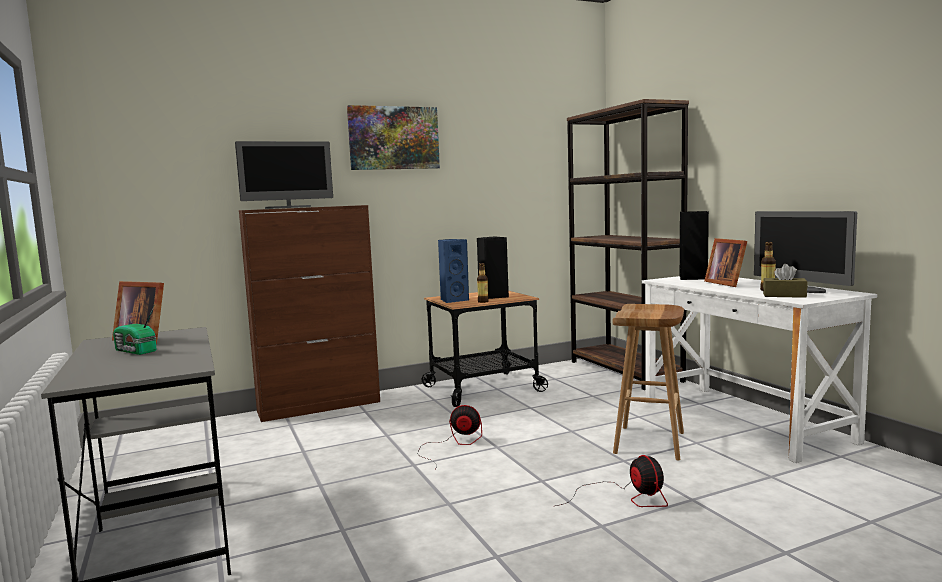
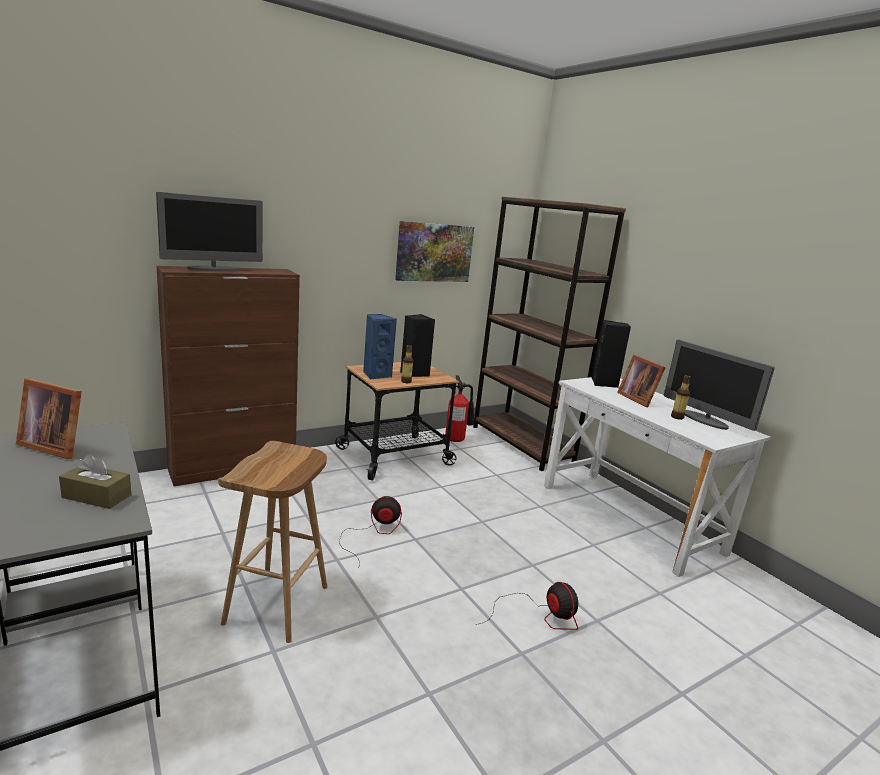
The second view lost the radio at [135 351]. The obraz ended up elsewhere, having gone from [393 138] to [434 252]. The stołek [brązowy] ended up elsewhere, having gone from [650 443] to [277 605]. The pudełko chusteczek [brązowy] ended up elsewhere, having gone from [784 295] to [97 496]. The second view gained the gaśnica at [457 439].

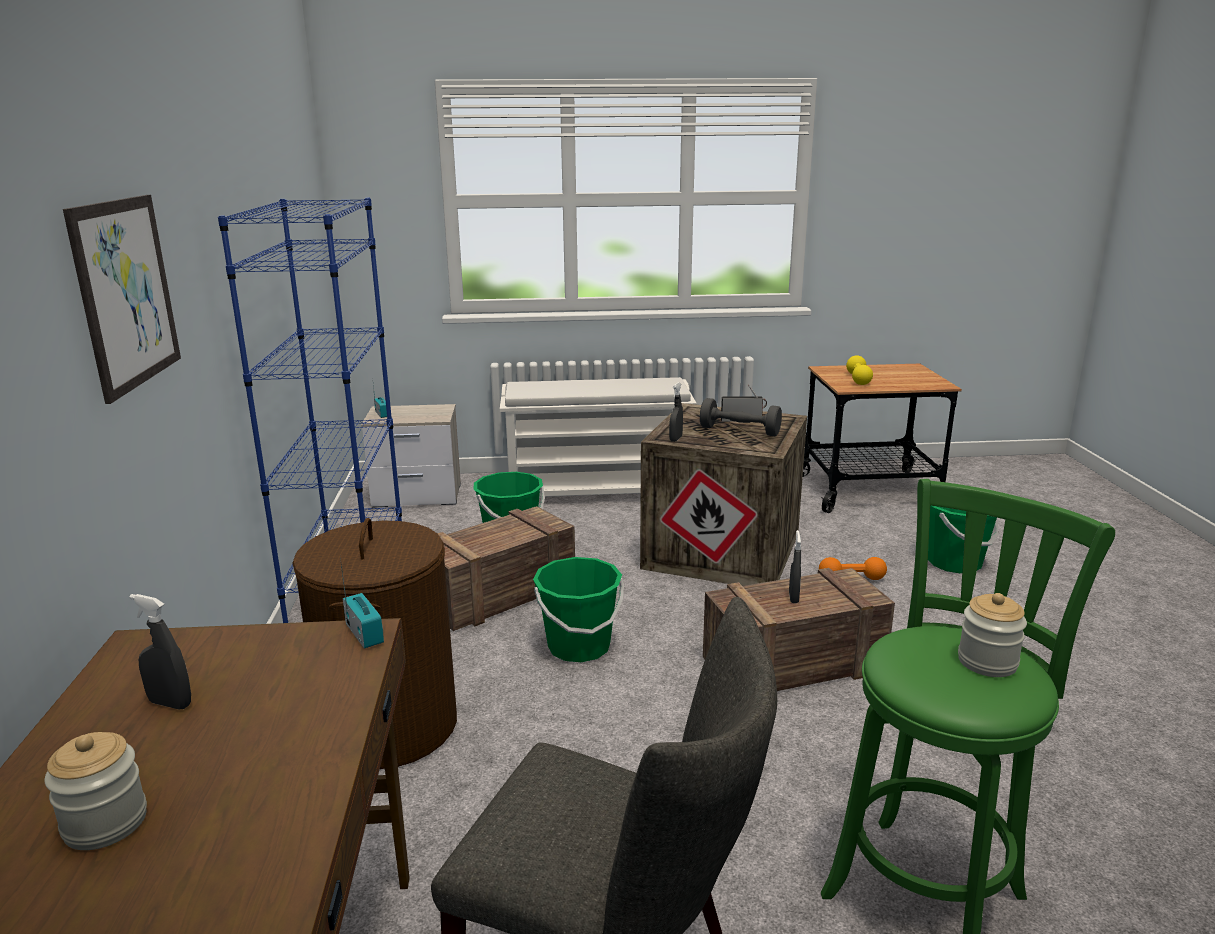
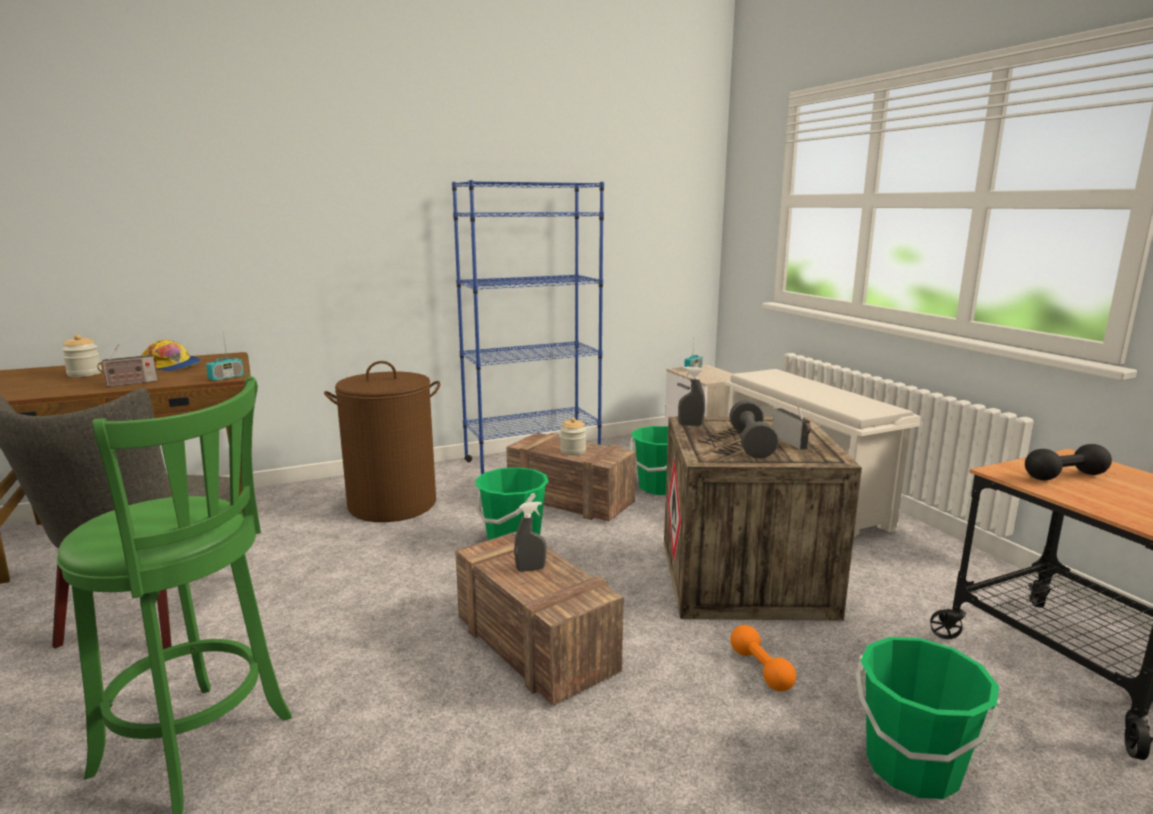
The second view lost the obraz at [126 293]. Where the spryskiwacz [szary] stood at [170 703], the czapka z daszkiem came to stand at [171 366]. What was the hantel [żółty] at [858 379] turned into the hantel [czarny] at [1065 476]. The słoik ended up elsewhere, having gone from [987 662] to [573 451]. The second view gained the radio at [129 383].

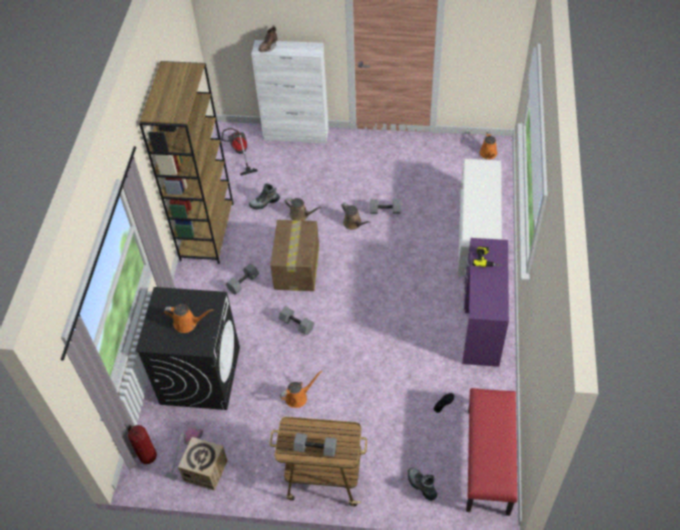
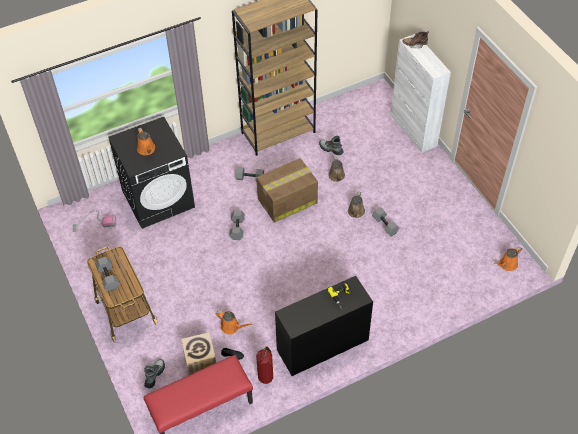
The gaśnica ended up elsewhere, having gone from [146 456] to [266 376]. The karton ended up elsewhere, having gone from [205 470] to [200 361]. The second view lost the odkurzacz at [239 153]. The konewka [pomarańczowy] ended up elsewhere, having gone from [298 397] to [231 327]. The second view lost the regał na buty [biały] at [477 235]. What was the biurko [fioletowy] at [481 325] turned into the biurko [czarny] at [322 345].

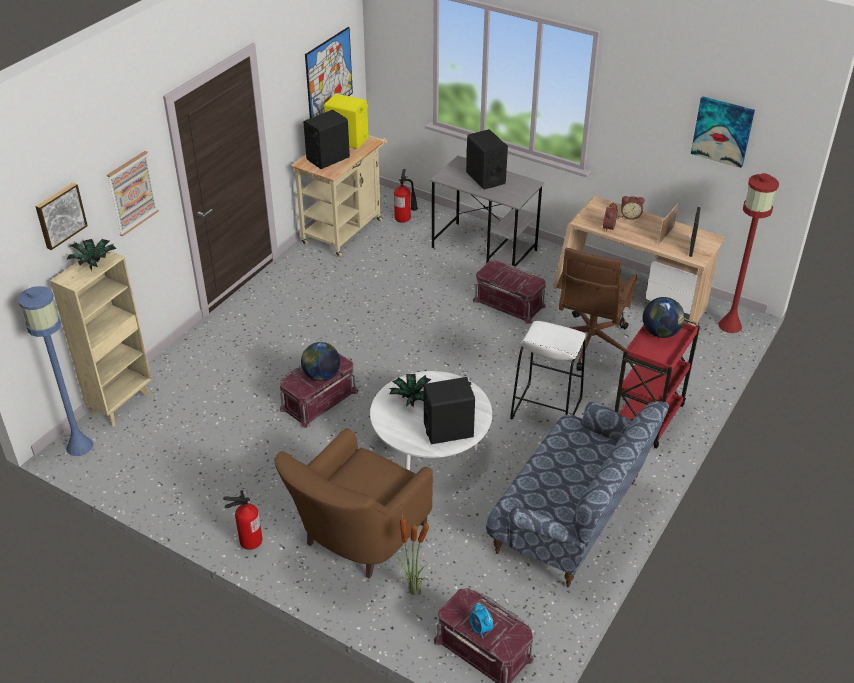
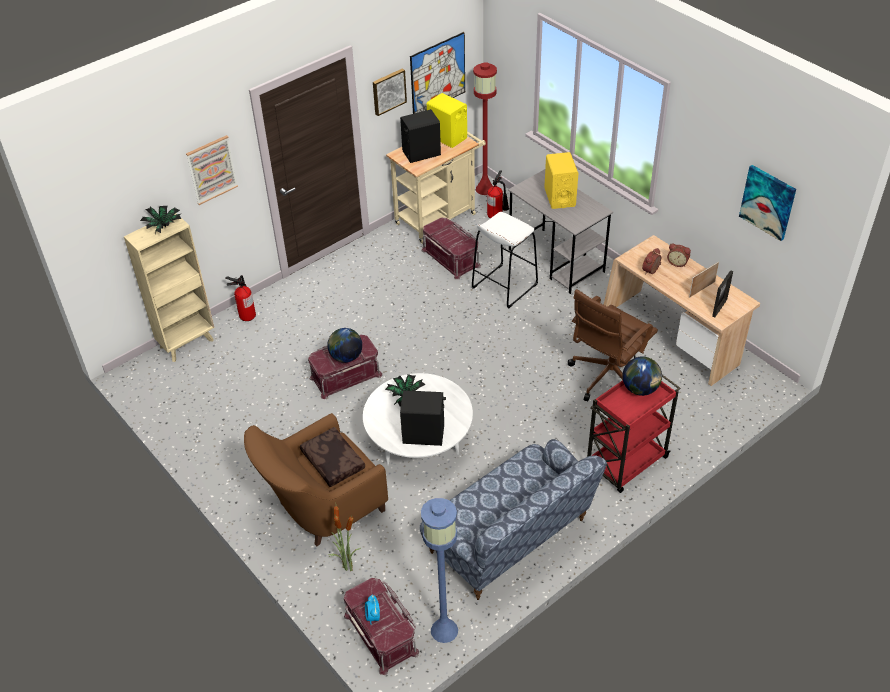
The lampa stojąca [niebieski] ended up elsewhere, having gone from [79 446] to [444 630]. The obraz ended up elsewhere, having gone from [60 215] to [388 91]. The gaśnica ended up elsewhere, having gone from [249 540] to [247 315]. What was the głośnik [czarny] at [485 178] turned into the głośnik [żółty] at [559 197]. The pojemnik do przechowywania [czerwony] ended up elsewhere, having gone from [509 303] to [451 257]. The stołek [biały] ended up elsewhere, having gone from [546 408] to [504 286]. The lampa stojąca [czerwony] ended up elsewhere, having gone from [730 325] to [485 189]. The second view gained the poduszka [brązowy] at [331 462].

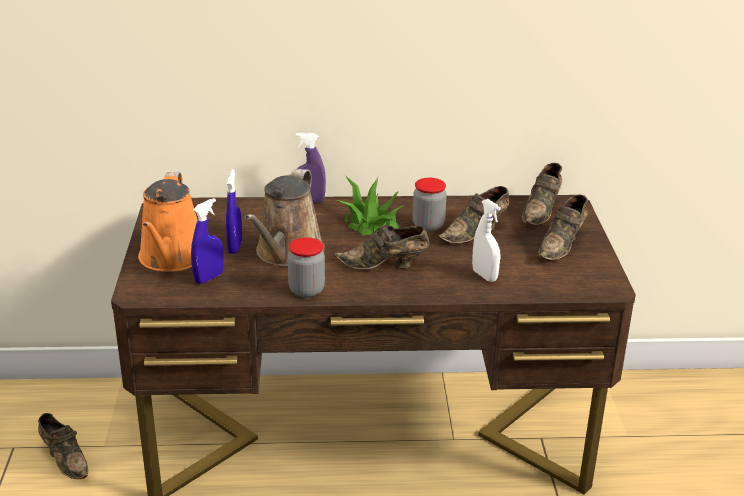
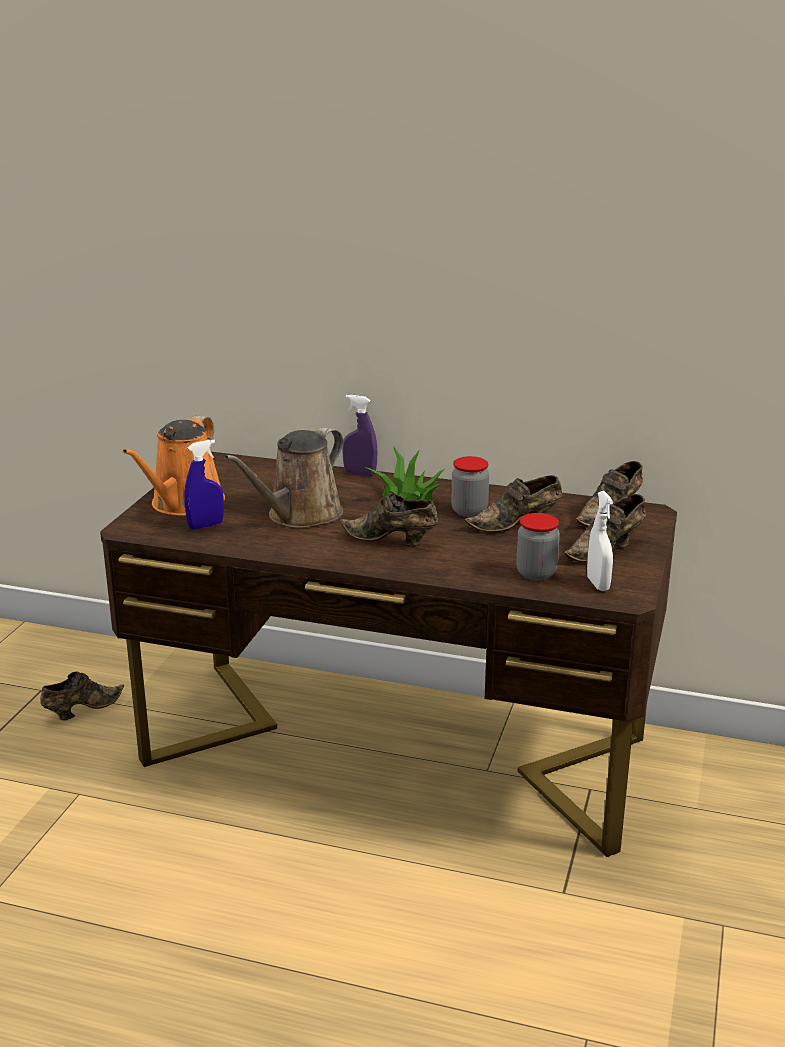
The but [brązowy] at [65 459] ended up facing another way, 105 degrees counterclockwise from before. The second view lost the spryskiwacz [niebieski] at [235 247]. The słoik ended up elsewhere, having gone from [306 290] to [536 573]. The spryskiwacz [biały] ended up elsewhere, having gone from [484 276] to [598 584].

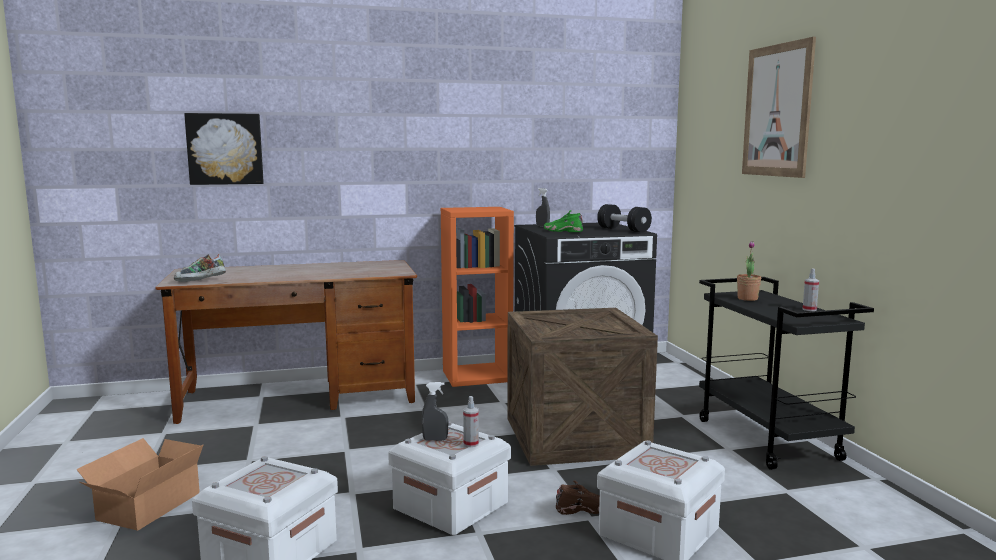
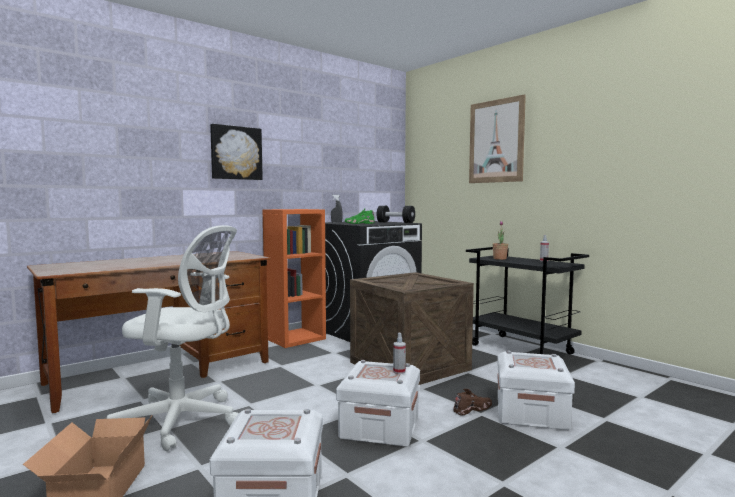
The second view lost the but at [200 281]. The obraz ended up elsewhere, having gone from [225 149] to [236 153]. The second view lost the spryskiwacz [szary] at [435 439]. The second view gained the krzesło biurowe [biały] at [184 421].

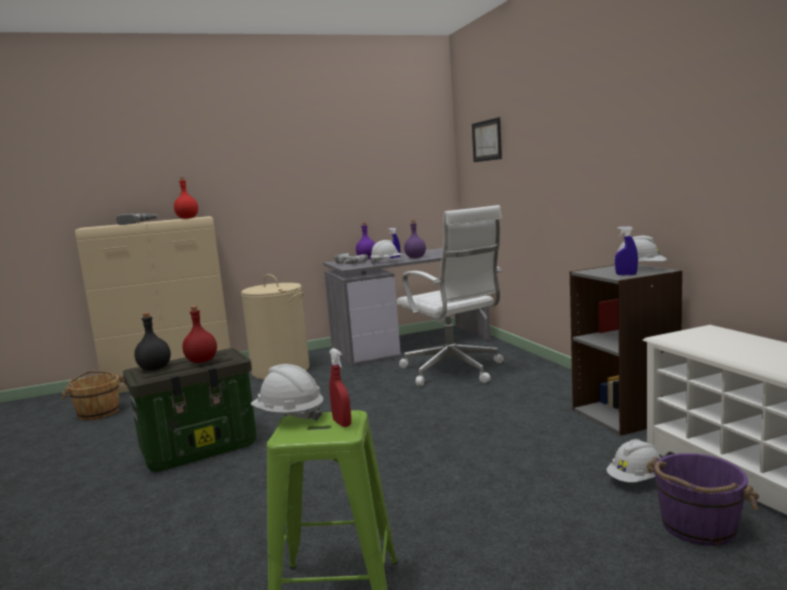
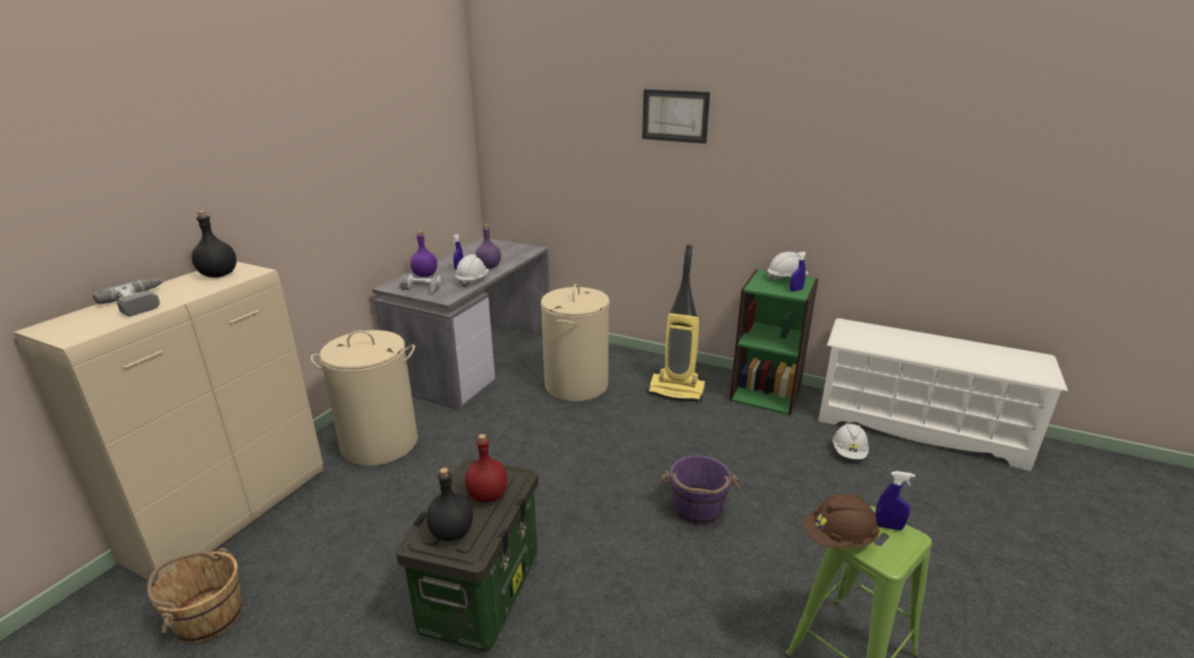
What was the butelka [czerwony] at [188 218] turned into the butelka [czarny] at [219 275]. What was the kask [biały] at [289 416] turned into the kask [brązowy] at [839 539]. What was the spryskiwacz [czerwony] at [342 423] turned into the spryskiwacz [niebieski] at [888 526]. Where the krzesło biurowe [biały] stood at [453 371], the kosz na pranie [beżowy] came to stand at [576 385]. The obraz ended up elsewhere, having gone from [487 140] to [675 116]. What was the regał [szary] at [625 414] turned into the regał [zielony] at [766 393]. The wiadro [fioletowy] ended up elsewhere, having gone from [697 527] to [697 509]. The second view gained the odkurzacz at [677 390].

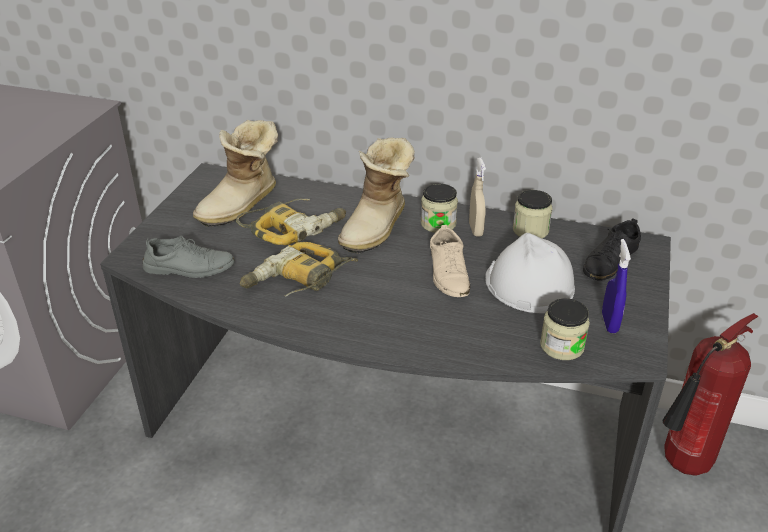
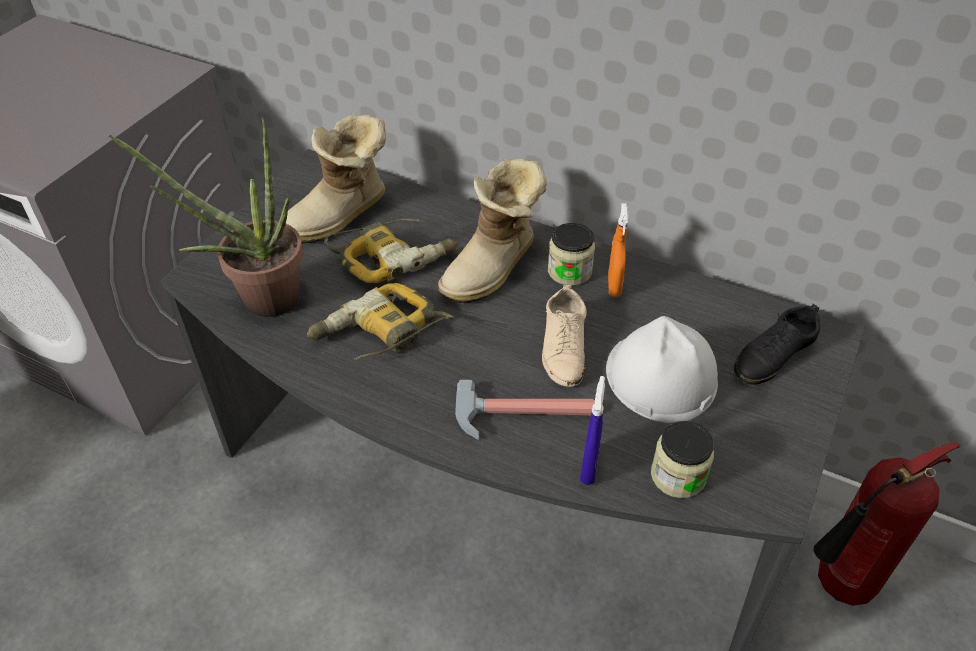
Where the but [szary] stood at [189 267], the roślina doniczkowa came to stand at [258 299]. What was the spryskiwacz [beżowy] at [475 230] turned into the spryskiwacz [pomarańczowy] at [614 286]. The second view lost the słoik at [530 230]. The spryskiwacz [niebieski] ended up elsewhere, having gone from [609 323] to [589 467]. The second view gained the młotek at [525 415].

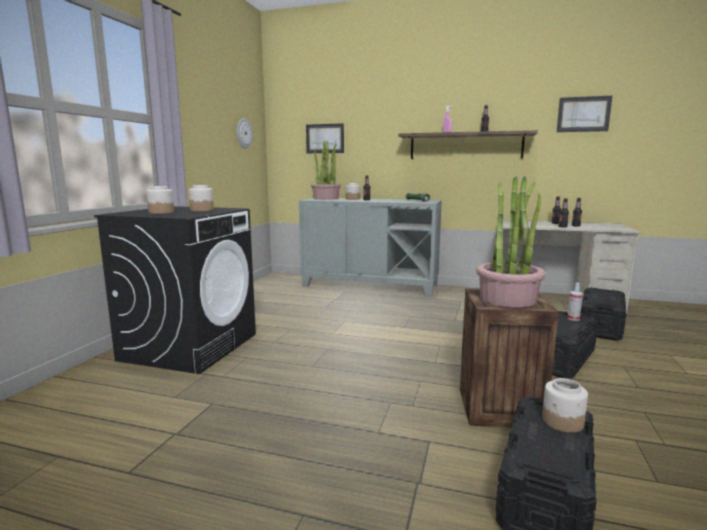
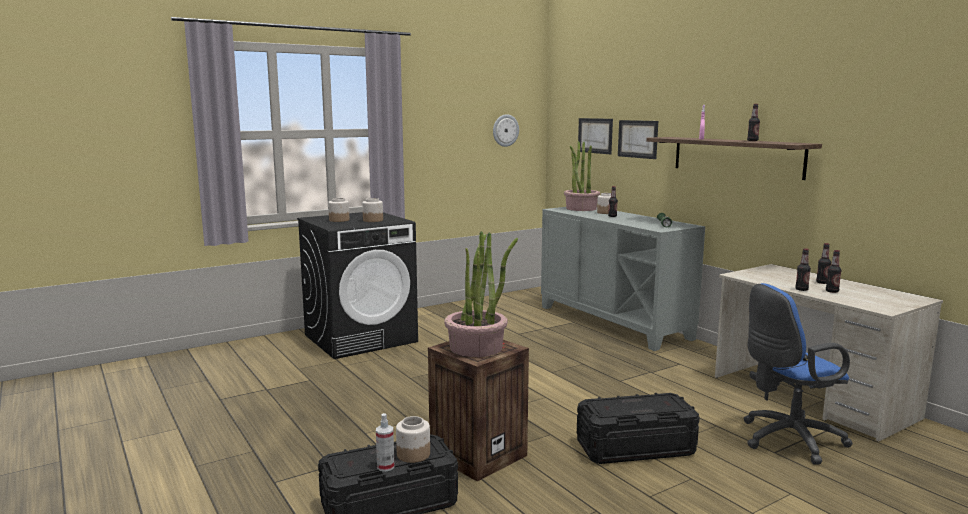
The obraz ended up elsewhere, having gone from [583 114] to [638 139]. The spryskiwacz ended up elsewhere, having gone from [573 318] to [385 466]. Where the pojemnik do przechowywania [czarny] stood at [600 326], the krzesło biurowe [niebieski] came to stand at [786 440].

